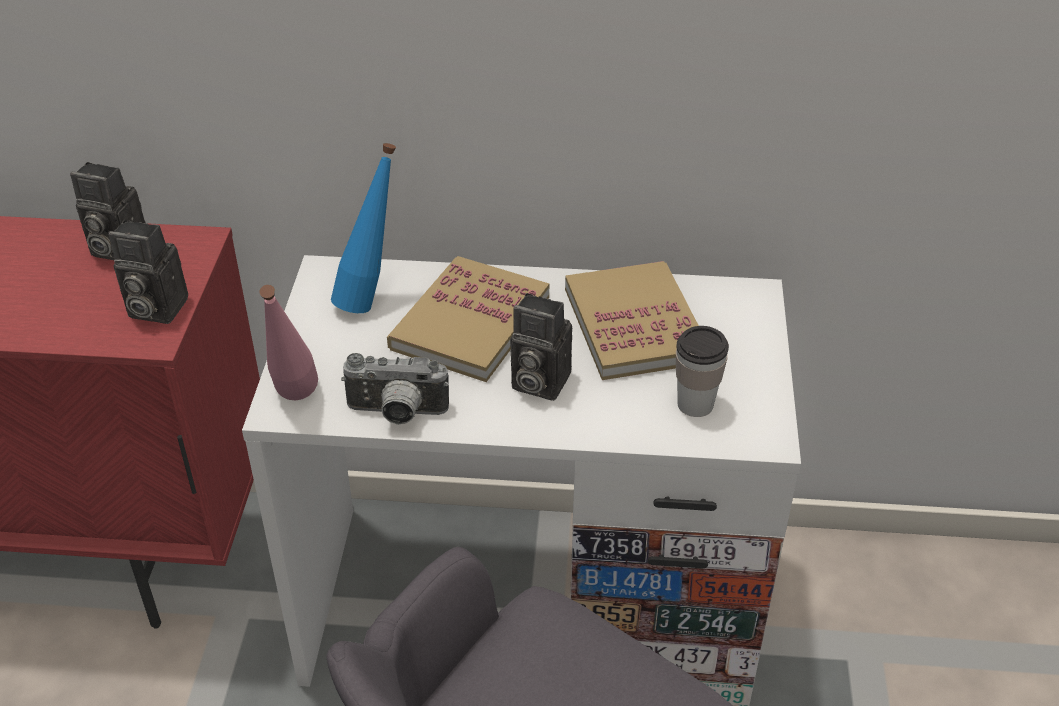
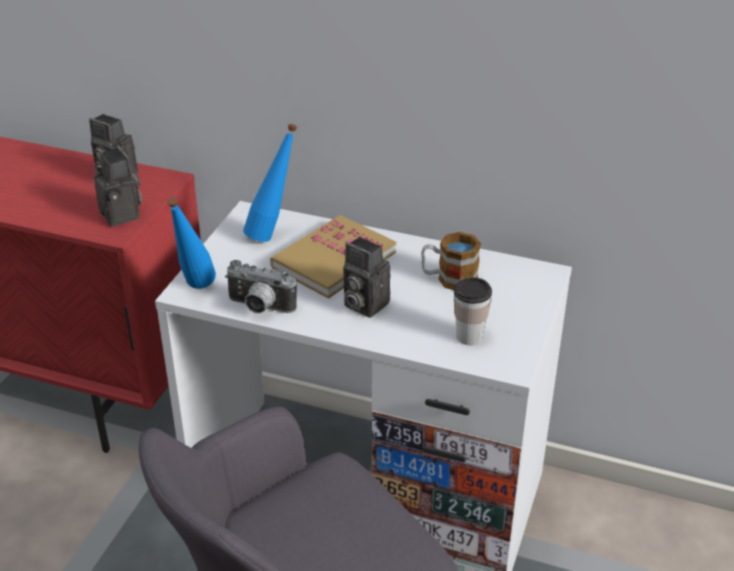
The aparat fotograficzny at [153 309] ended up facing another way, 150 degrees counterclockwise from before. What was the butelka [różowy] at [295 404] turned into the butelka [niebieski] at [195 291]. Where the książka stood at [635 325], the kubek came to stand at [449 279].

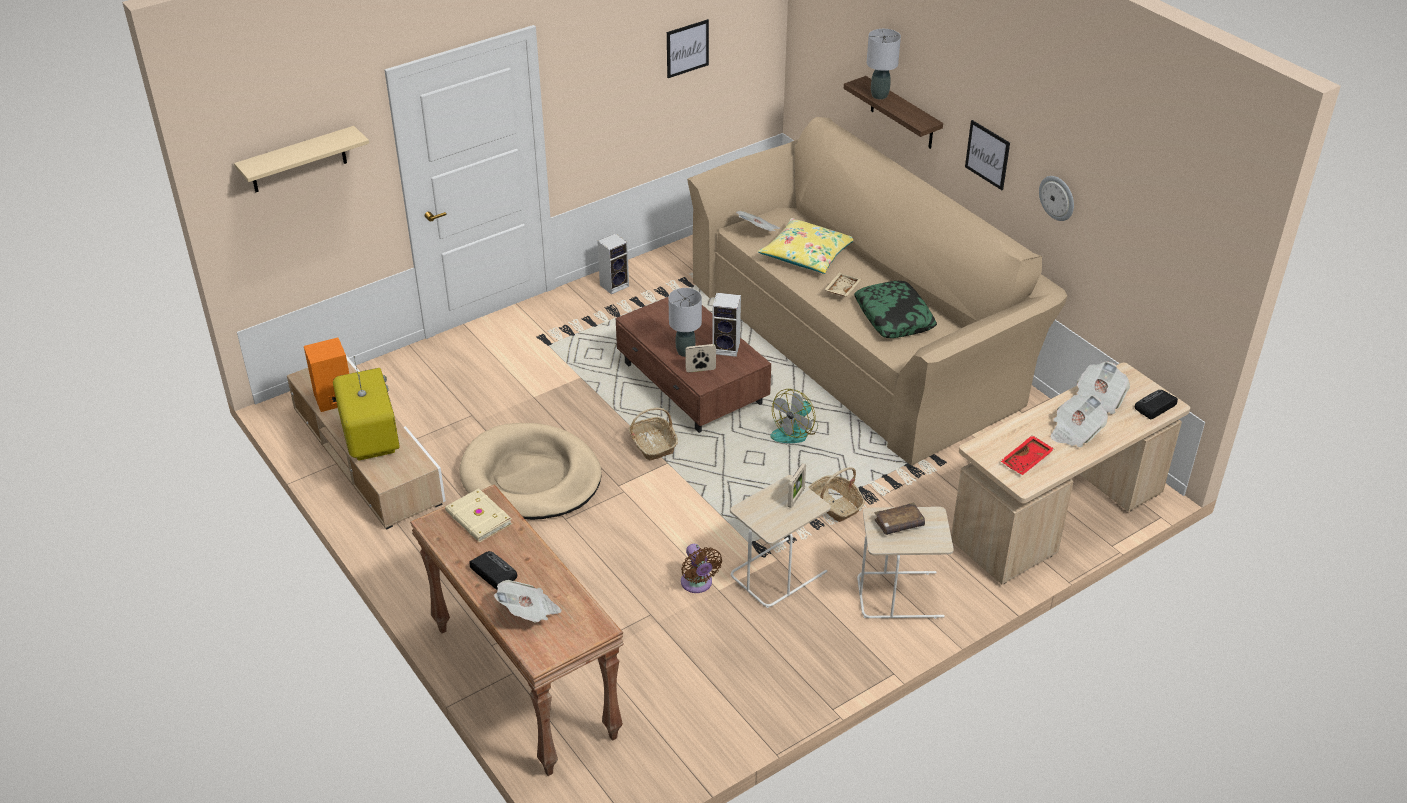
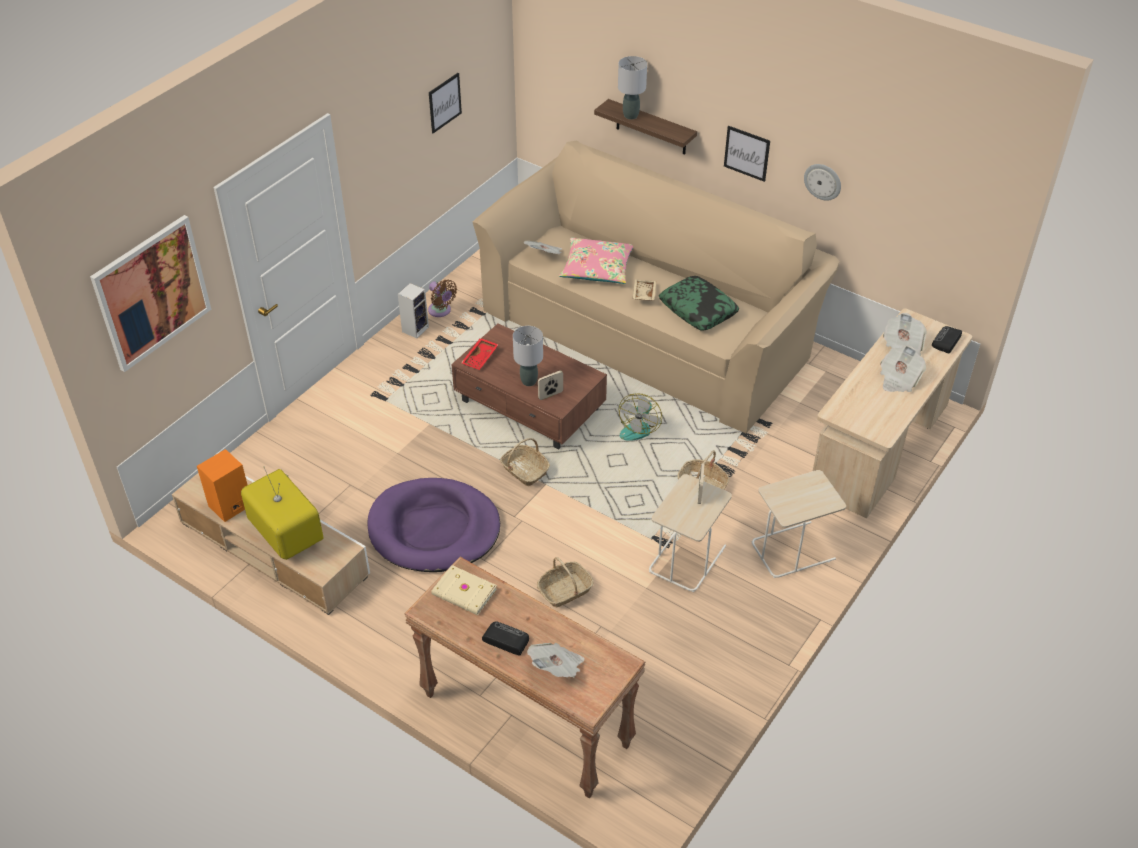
Where the półka [beżowy] hung at [298 160], the obraz came to hang at [152 292]. What was the legowisko [beżowy] at [531 477] turned into the legowisko [fioletowy] at [434 529]. The wentylator [brązowy] ended up elsewhere, having gone from [697 584] to [441 311]. The second view lost the głośnik at [727 348]. What was the poduszka [żółty] at [807 254] turned into the poduszka [różowy] at [597 268]. The second view lost the książka [brązowy] at [899 524]. The taca [czerwony] ended up elsewhere, having gone from [1027 461] to [480 358]. The second view gained the koszyk at [565 590].

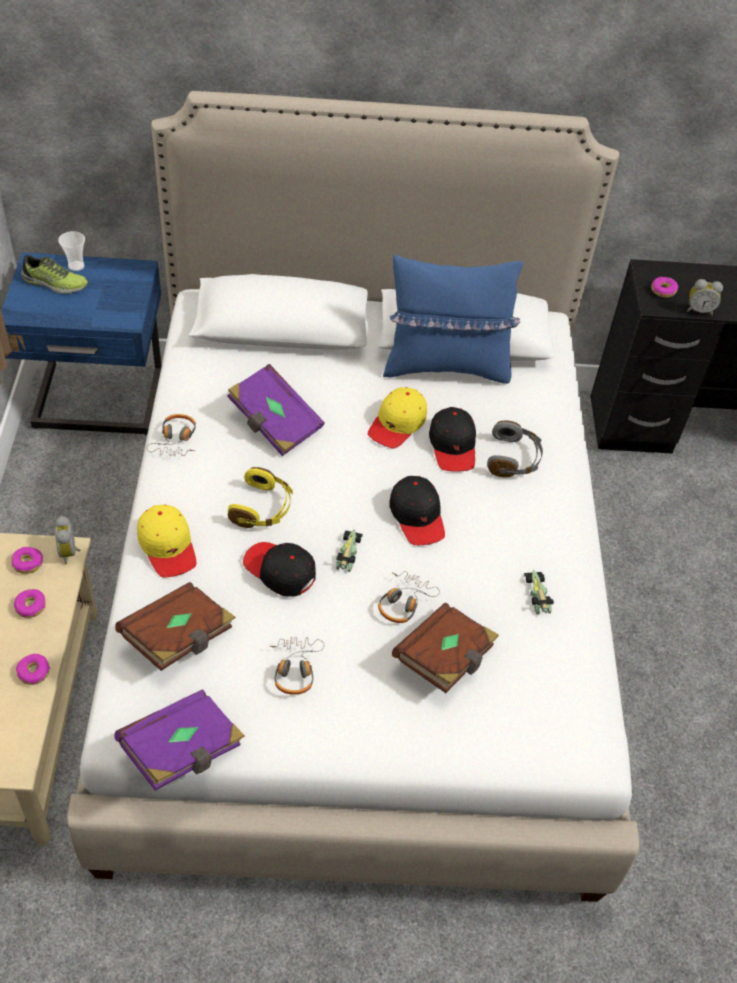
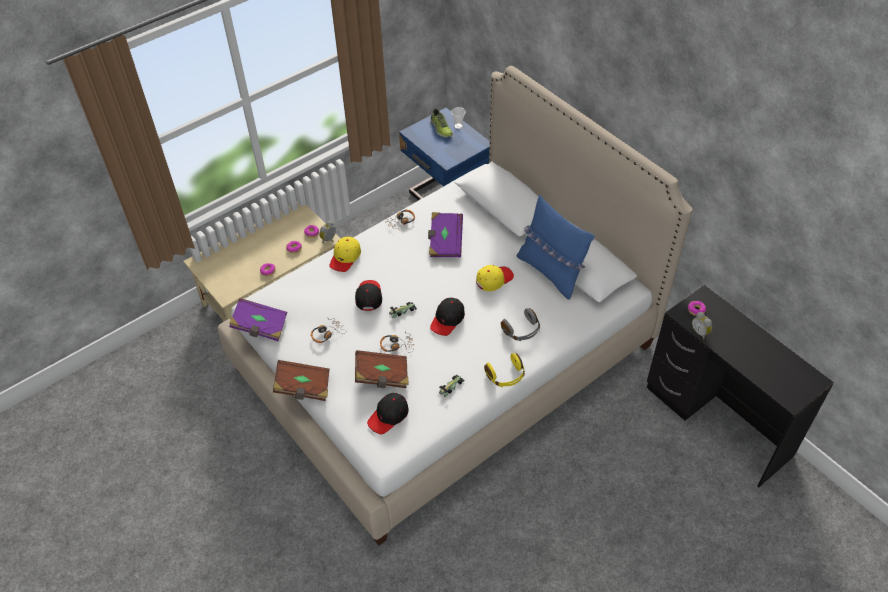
The książka [brązowy] ended up elsewhere, having gone from [179 637] to [303 388]. The słuchawki [żółty] ended up elsewhere, having gone from [262 508] to [506 376]. The czapka z daszkiem [żółty] at [397 424] ended up facing another way, 150 degrees clockwise from before. The czapka z daszkiem [czarny] ended up elsewhere, having gone from [453 446] to [388 416].

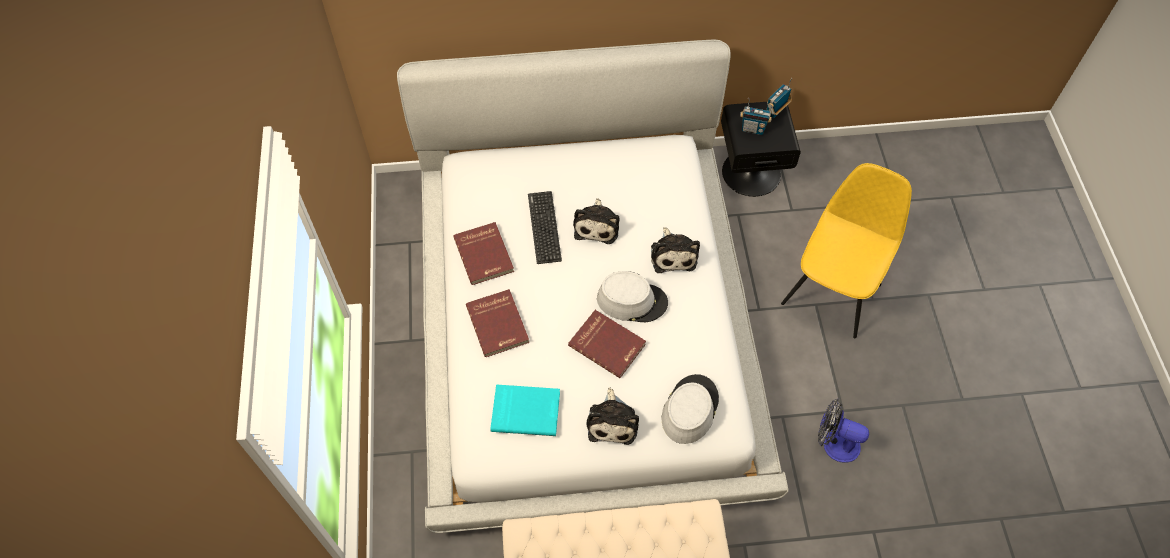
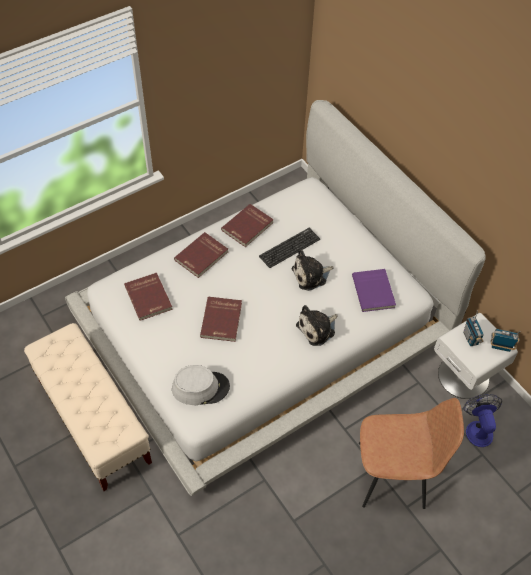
What was the książka [turkusowy] at [526 410] turned into the książka [czerwony] at [149 297]. The second view lost the pluszak at [612 421]. The second view lost the kapelusz [szary] at [632 300]. What was the szafka nocna [czarny] at [751 172] turned into the szafka nocna [biały] at [464 376]. What was the krzesło [żółty] at [832 292] turned into the krzesło [brązowy] at [393 475]. The wentylator ended up elsewhere, having gone from [834 443] to [478 428]. The second view gained the książka [fioletowy] at [374 291].

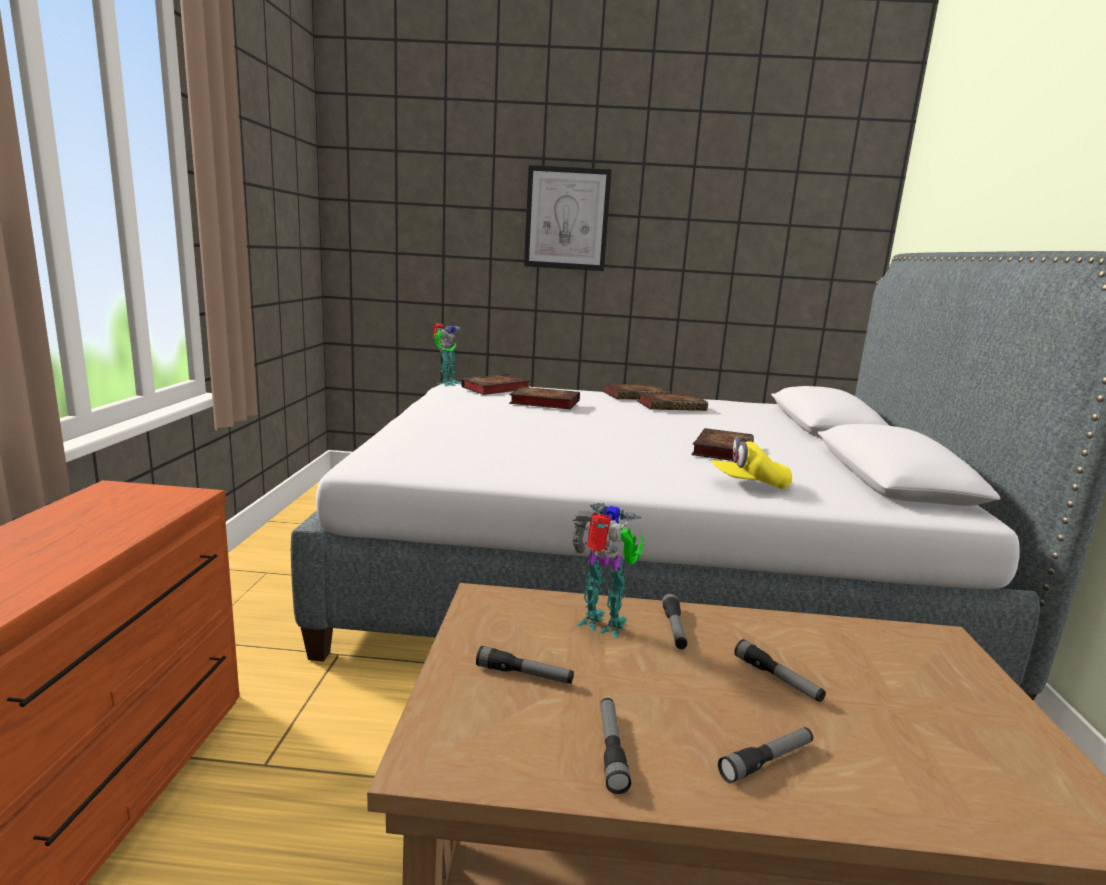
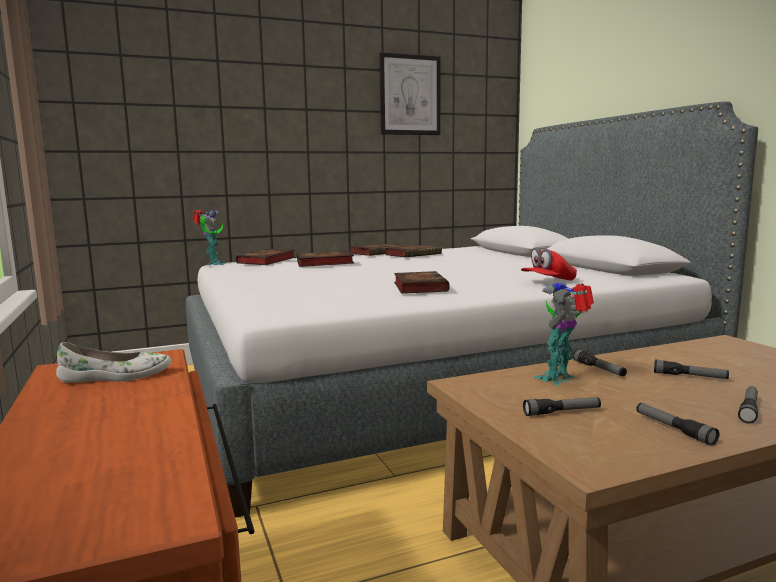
The obraz ended up elsewhere, having gone from [567 218] to [410 95]. The robot zabawkowy at [603 626] ended up facing another way, 45 degrees counterclockwise from before. The książka ended up elsewhere, having gone from [722 450] to [419 287]. What was the czapka z daszkiem [żółty] at [749 484] turned into the czapka z daszkiem [czerwony] at [548 282]. The second view gained the but [biały] at [116 376].

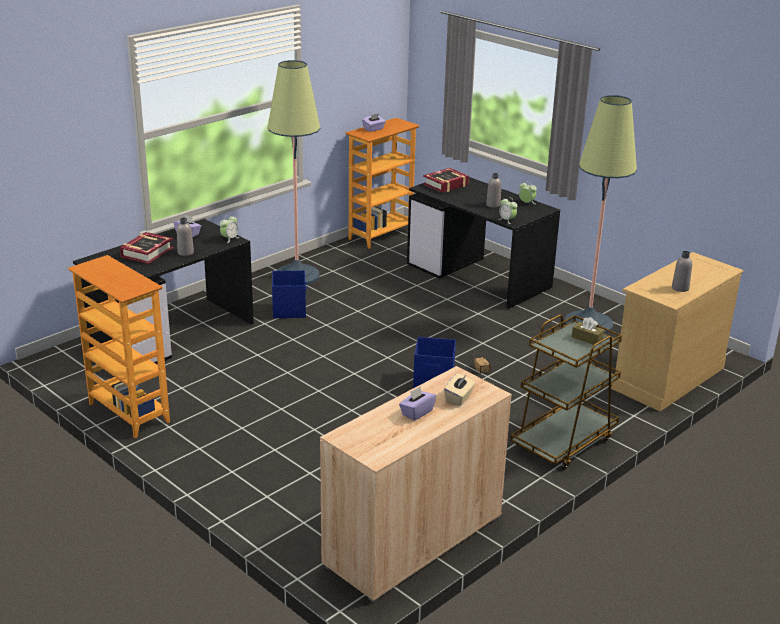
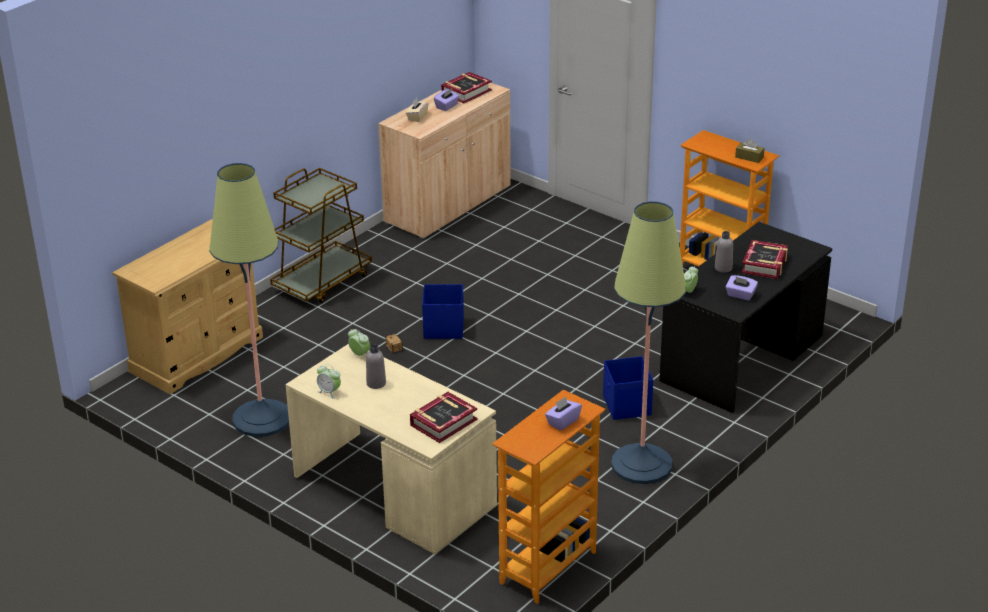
What was the biurko [czarny] at [479 275] turned into the biurko [beżowy] at [392 491]. The pudełko chusteczek [brązowy] ended up elsewhere, having gone from [587 338] to [749 157]. The second view lost the butelka [szary] at [680 288]. The second view gained the książka at [466 92].

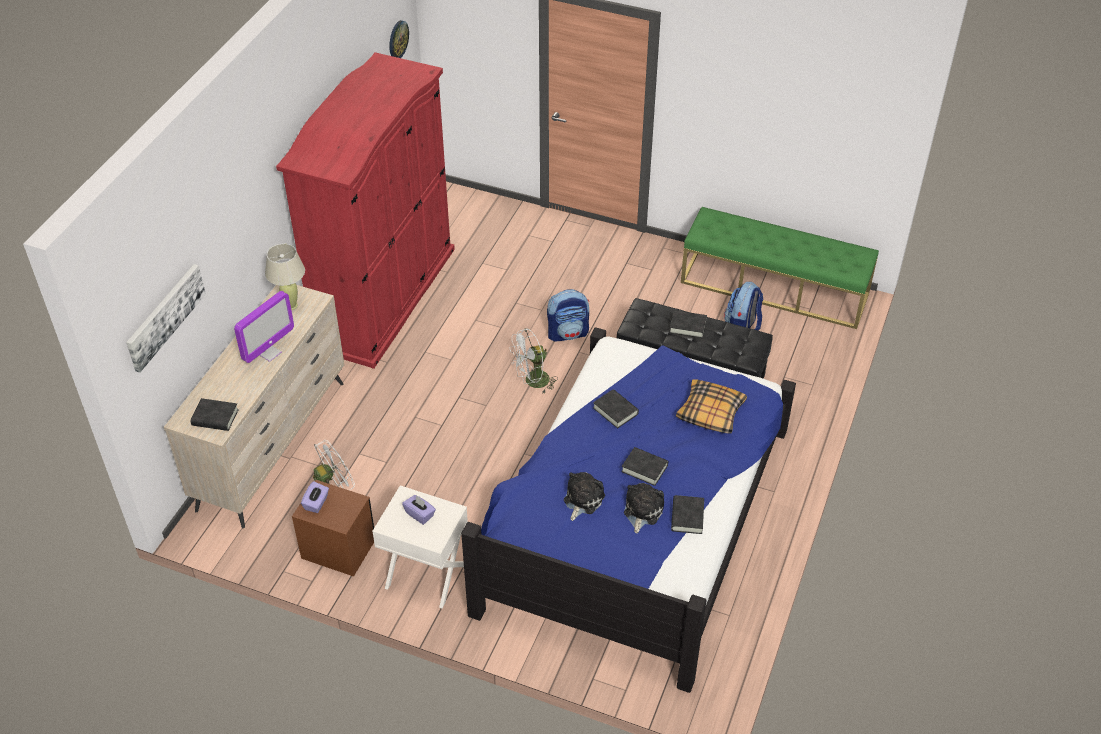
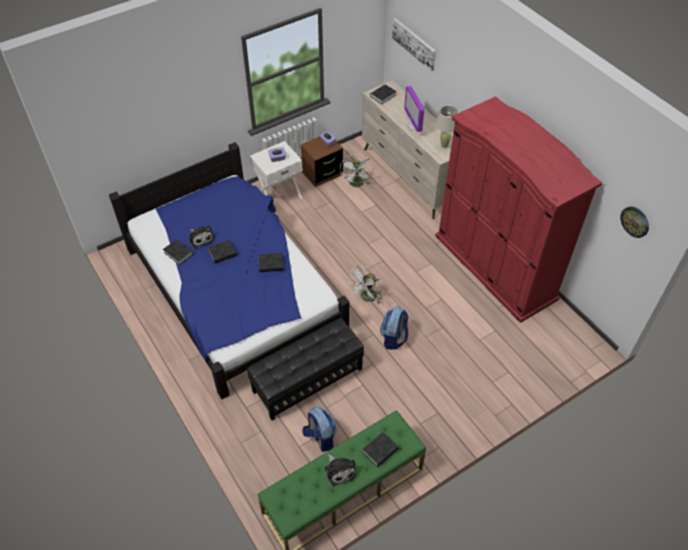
The wentylator [biały] at [532 382] ended up facing another way, 150 degrees counterclockwise from before. The pluszak ended up elsewhere, having gone from [582 500] to [339 470]. The książka [czarny] ended up elsewhere, having gone from [688 326] to [380 451]. The second view lost the poduszka at [710 412].

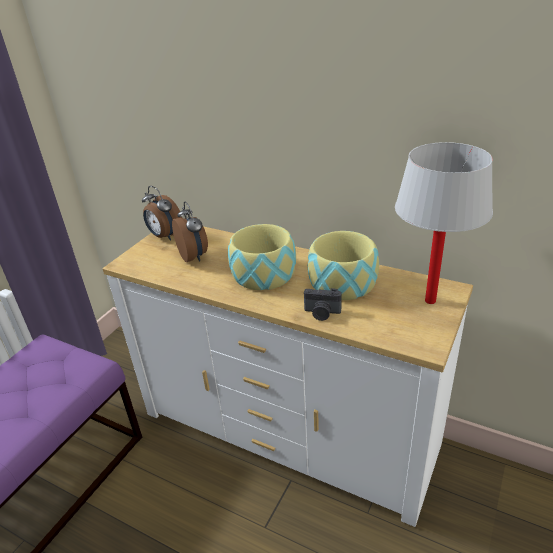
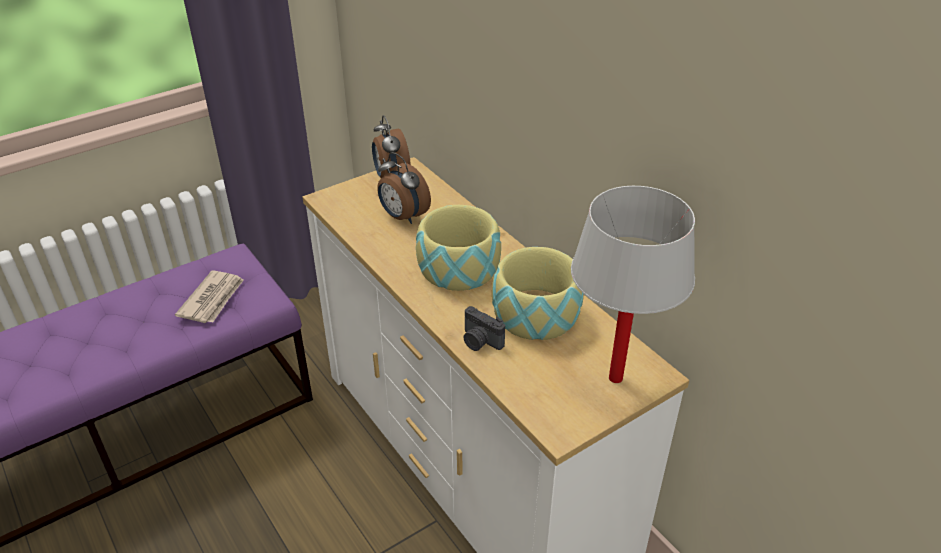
The budzik at [194 256] ended up facing another way, 135 degrees clockwise from before. The second view gained the gazeta at [213 299].

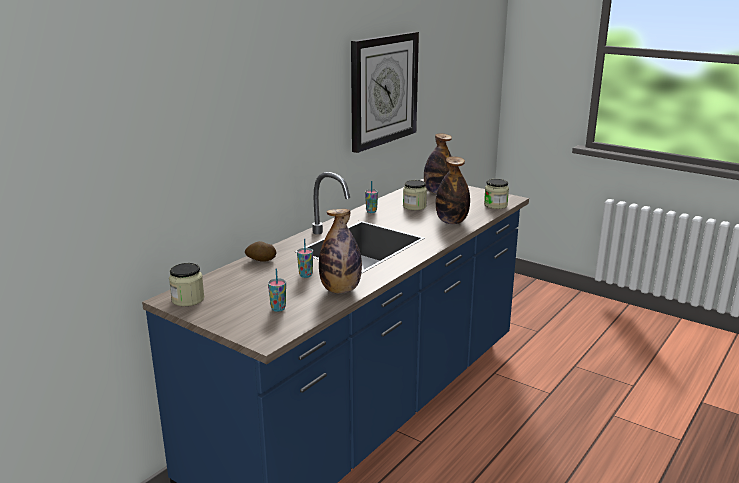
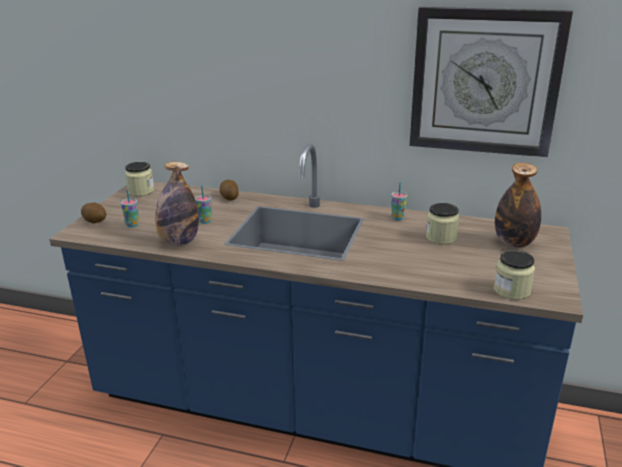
The second view lost the butelka at [451 222]. The second view gained the ziemniak at [95 221].

